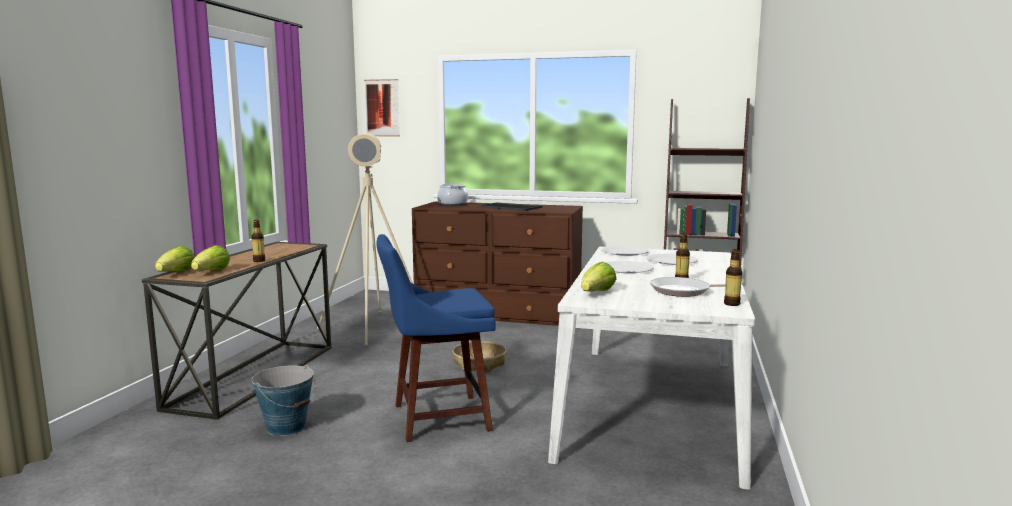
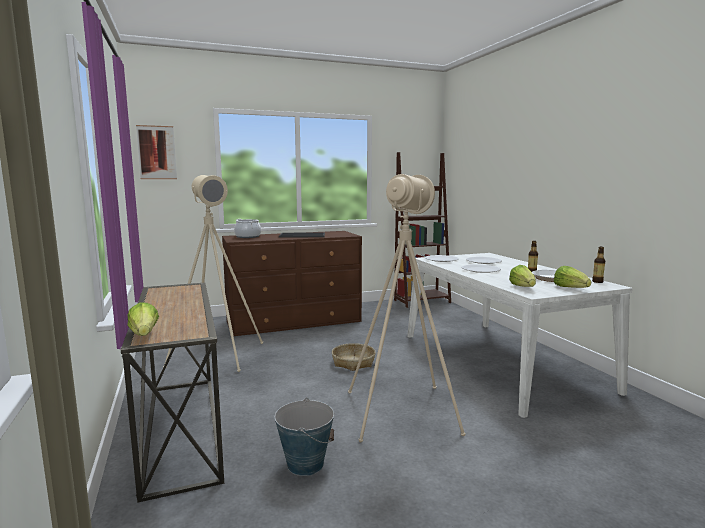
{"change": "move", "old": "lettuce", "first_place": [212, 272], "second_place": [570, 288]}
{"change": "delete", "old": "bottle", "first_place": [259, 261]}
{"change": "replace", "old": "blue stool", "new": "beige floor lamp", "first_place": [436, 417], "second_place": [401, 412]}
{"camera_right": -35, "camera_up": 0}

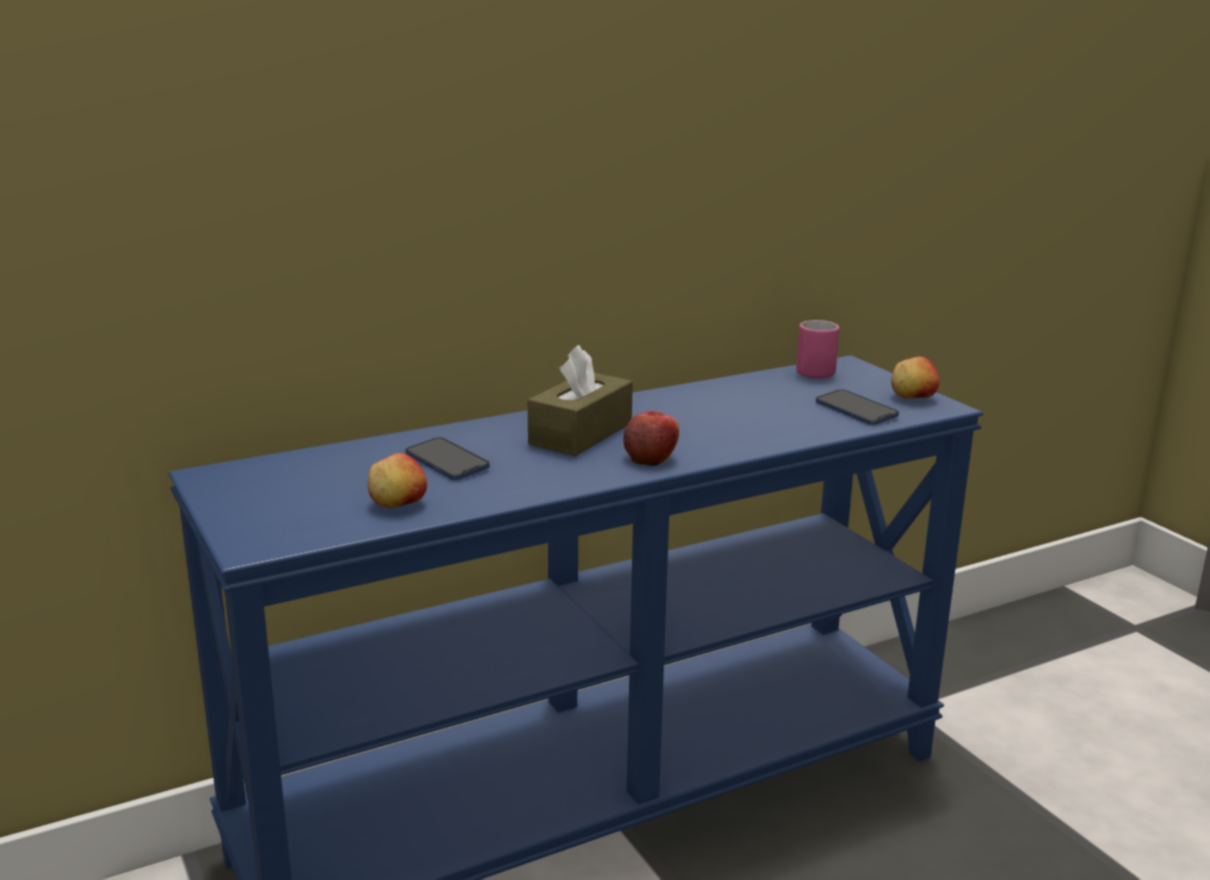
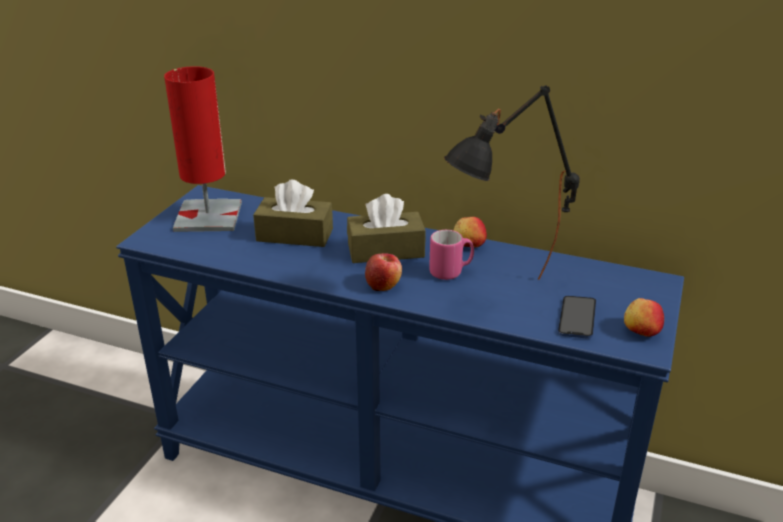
{"change": "move", "old": "apple", "first_place": [398, 504], "second_place": [468, 245]}
{"change": "replace", "old": "phone", "new": "brown tissue box", "first_place": [447, 461], "second_place": [295, 235]}
{"change": "move", "old": "pink mug", "first_place": [818, 371], "second_place": [451, 272]}
{"change": "insert", "new": "red table lamp", "second_place": [208, 217]}
{"change": "insert", "new": "black table lamp", "second_place": [504, 297]}
{"camera_right": 50, "camera_up": 10}

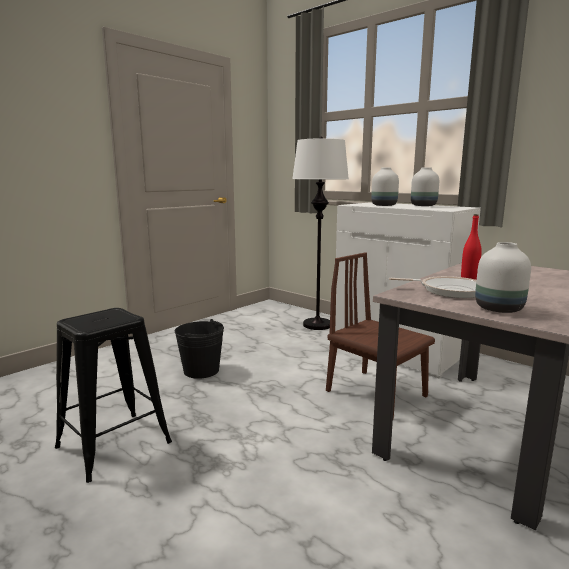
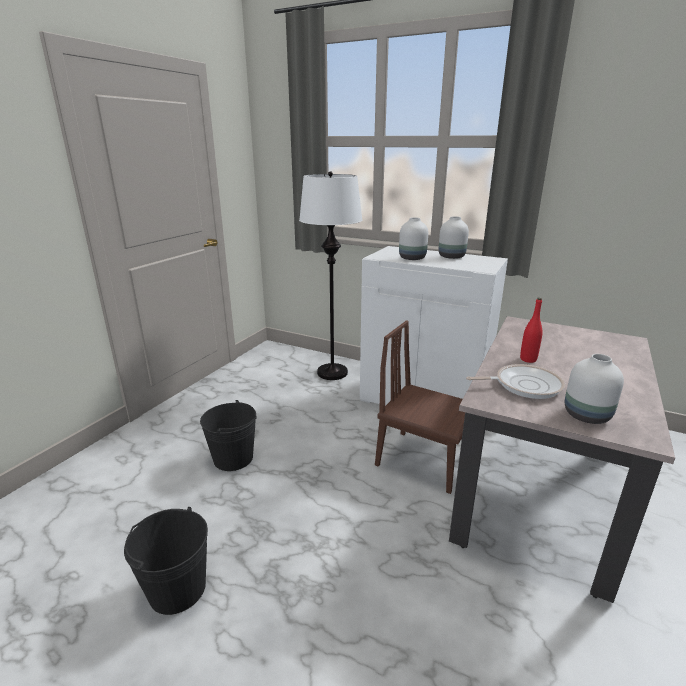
{"change": "replace", "old": "black stool", "new": "black bucket", "first_place": [114, 444], "second_place": [177, 589]}
{"camera_right": -15, "camera_up": 10}

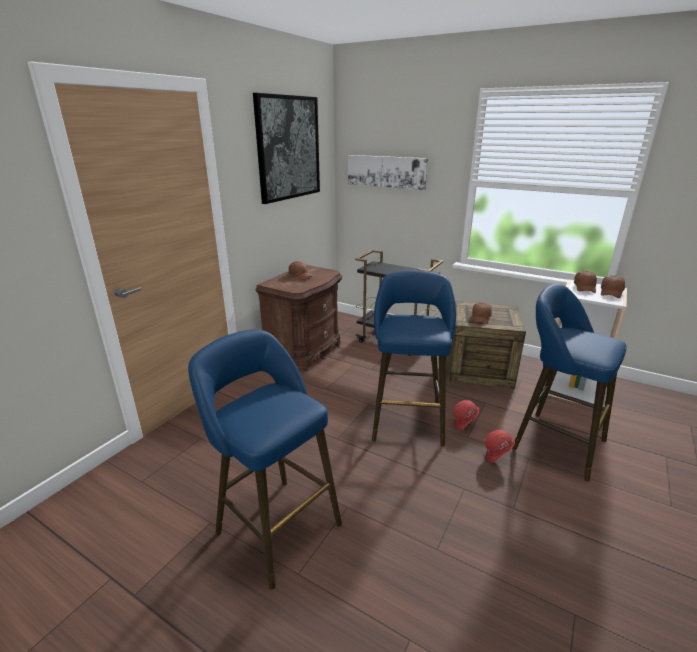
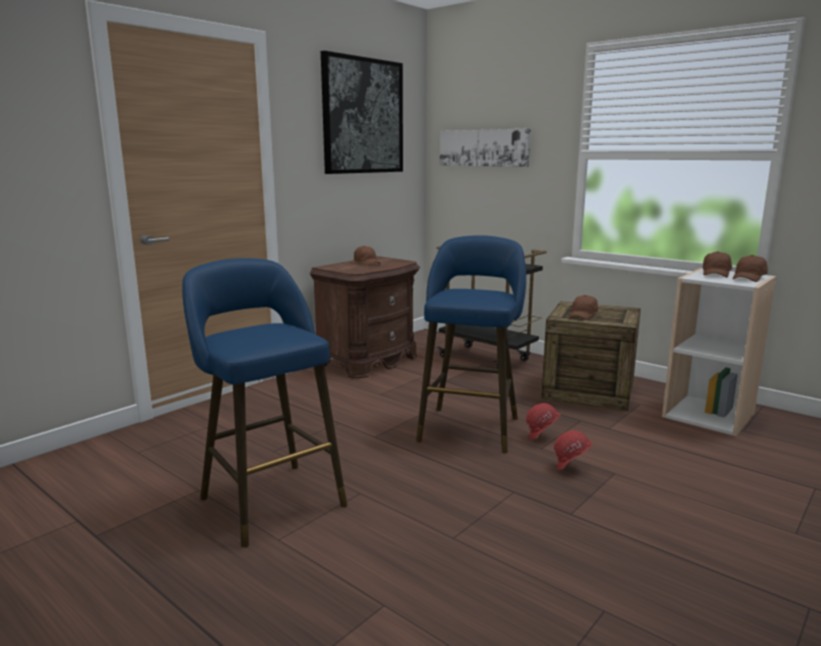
{"change": "delete", "old": "blue stool", "first_place": [553, 442]}
{"camera_right": 10, "camera_up": -10}

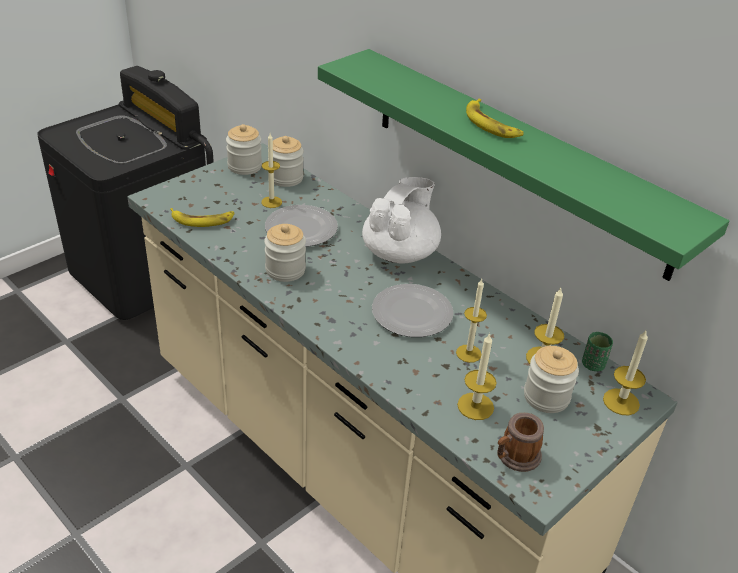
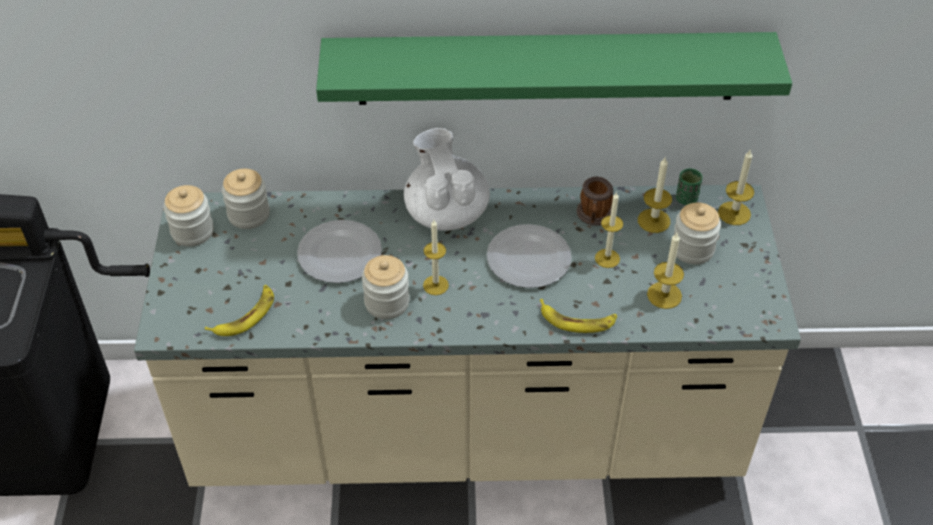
{"change": "move", "old": "candle", "first_place": [271, 202], "second_place": [435, 285]}
{"change": "move", "old": "banana", "first_place": [491, 124], "second_place": [577, 320]}
{"change": "move", "old": "mug", "first_place": [515, 457], "second_place": [594, 216]}
{"camera_right": -45, "camera_up": 10}

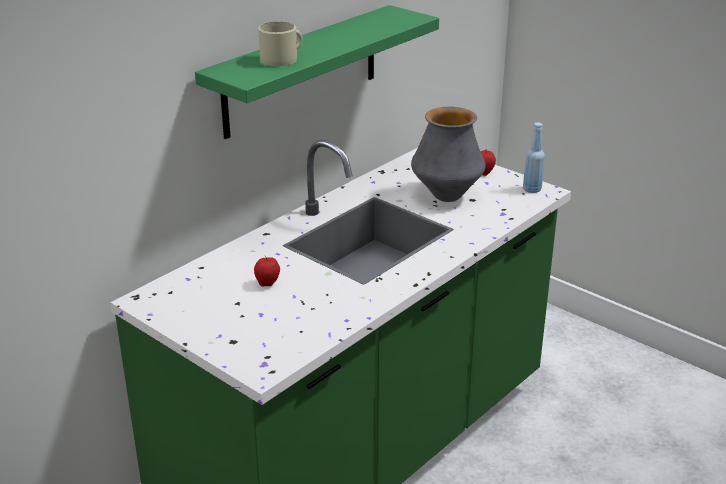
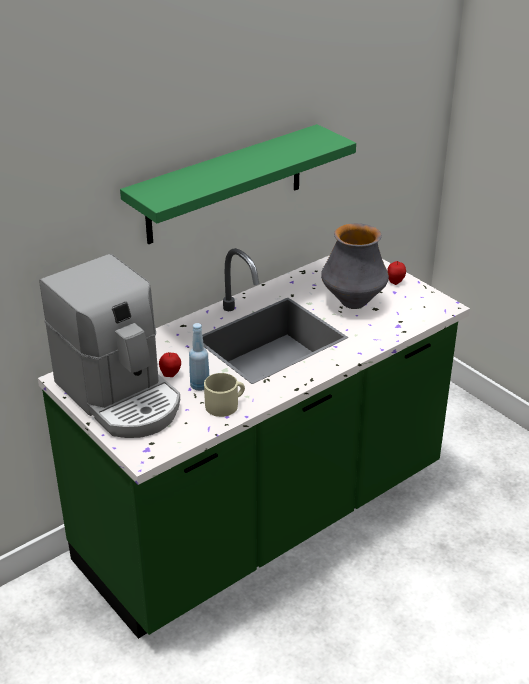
{"change": "move", "old": "beige mug", "first_place": [283, 58], "second_place": [225, 405]}
{"change": "move", "old": "blue bottle", "first_place": [531, 189], "second_place": [200, 385]}
{"change": "insert", "new": "coffee machine", "second_place": [120, 397]}
{"camera_right": 10, "camera_up": 5}

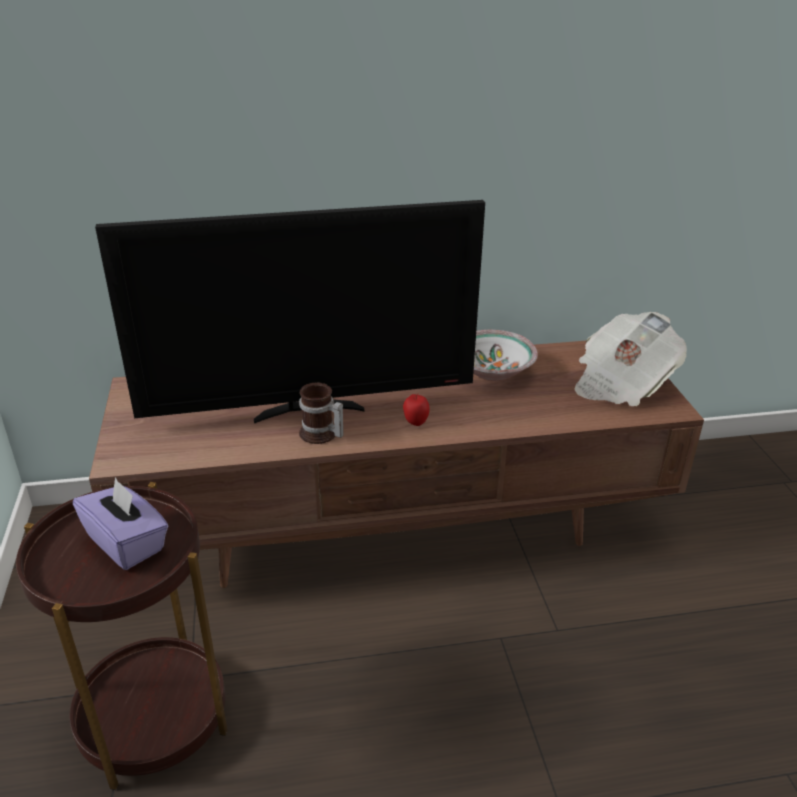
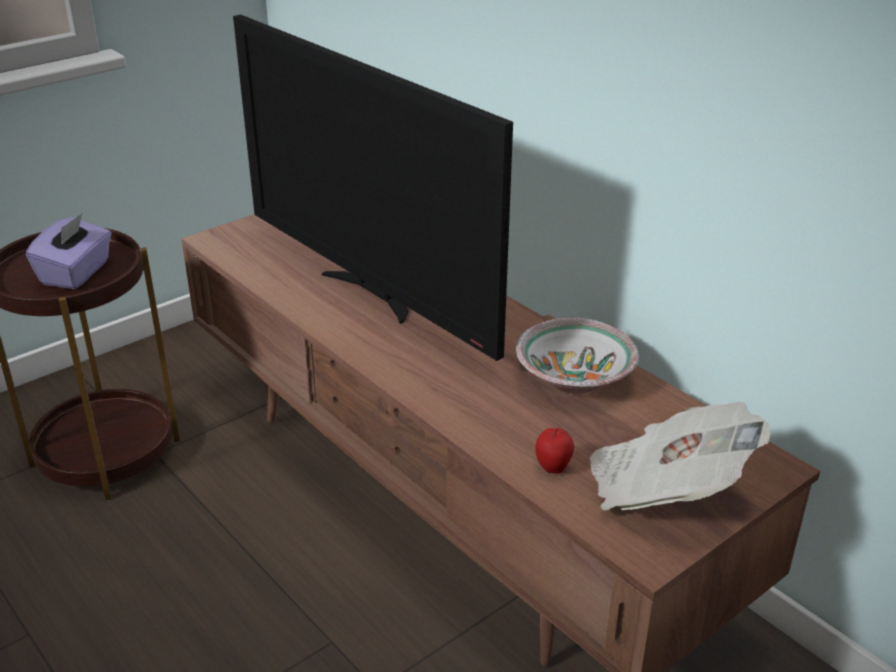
{"change": "delete", "old": "mug", "first_place": [320, 435]}
{"change": "move", "old": "apple", "first_place": [415, 422], "second_place": [553, 467]}
{"camera_right": 60, "camera_up": 0}

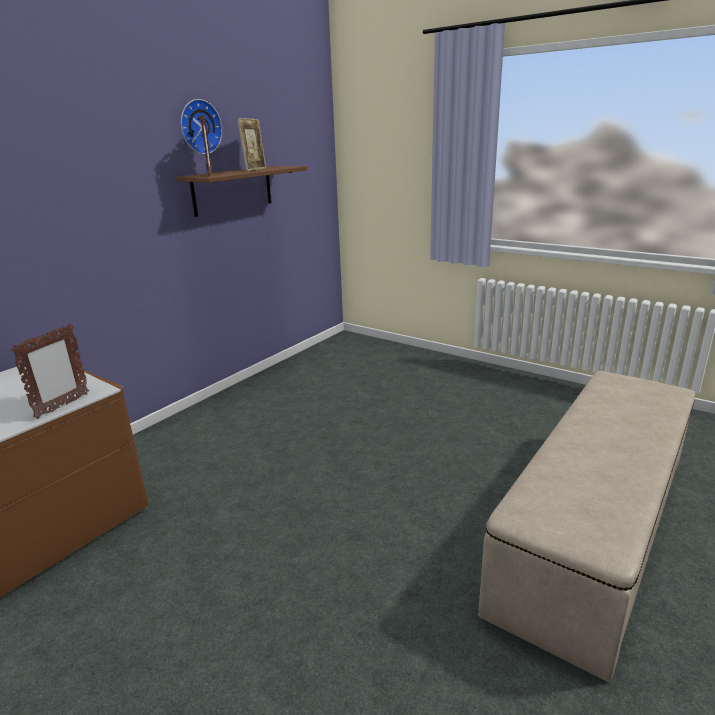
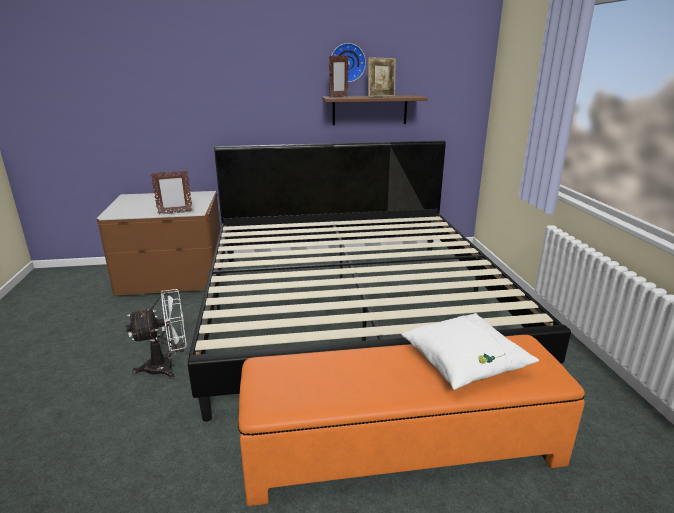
{"change": "recolor", "old": "beige bench", "new": "orange bench", "first_place": [594, 525], "second_place": [402, 445]}
{"change": "insert", "new": "white fan", "second_place": [167, 366]}
{"change": "insert", "new": "bed", "second_place": [352, 307]}
{"change": "insert", "new": "white pillow", "second_place": [464, 362]}
{"camera_right": 45, "camera_up": 0}

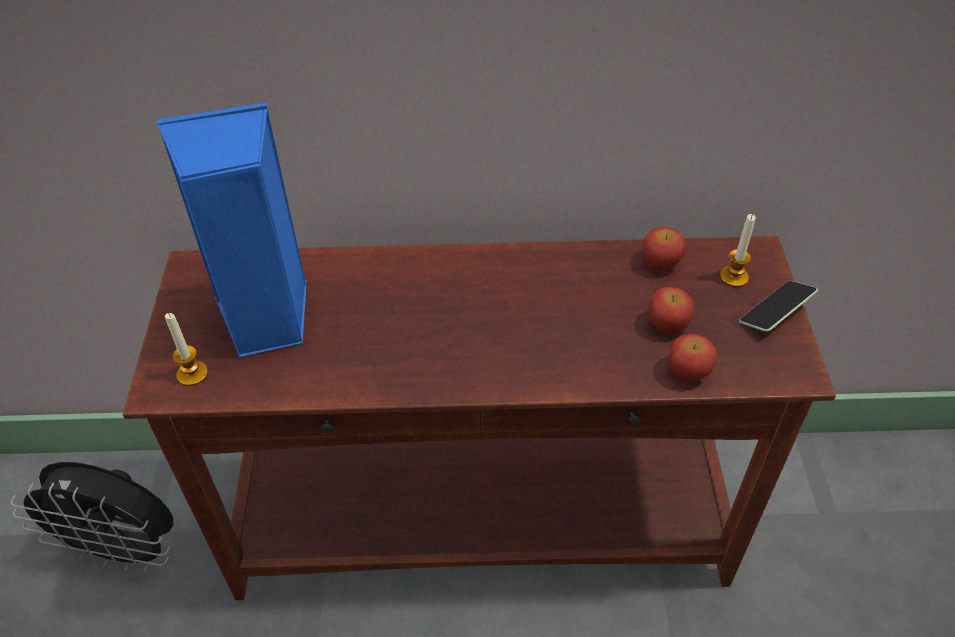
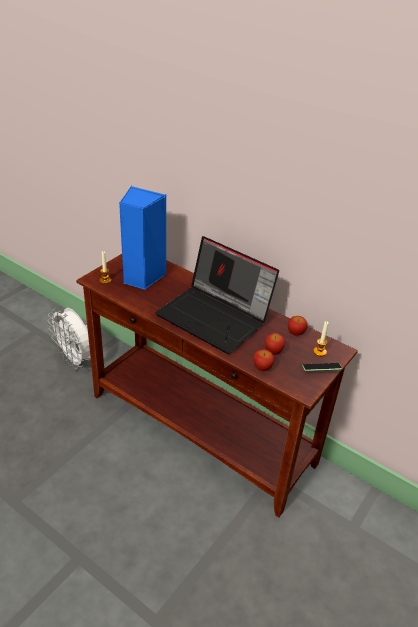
{"change": "recolor", "old": "black fan", "new": "white fan", "first_place": [125, 550], "second_place": [75, 360]}
{"change": "insert", "new": "laptop", "second_place": [216, 317]}
{"camera_right": 35, "camera_up": -10}

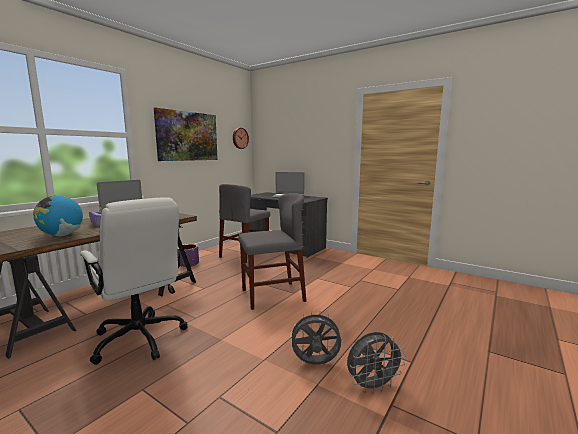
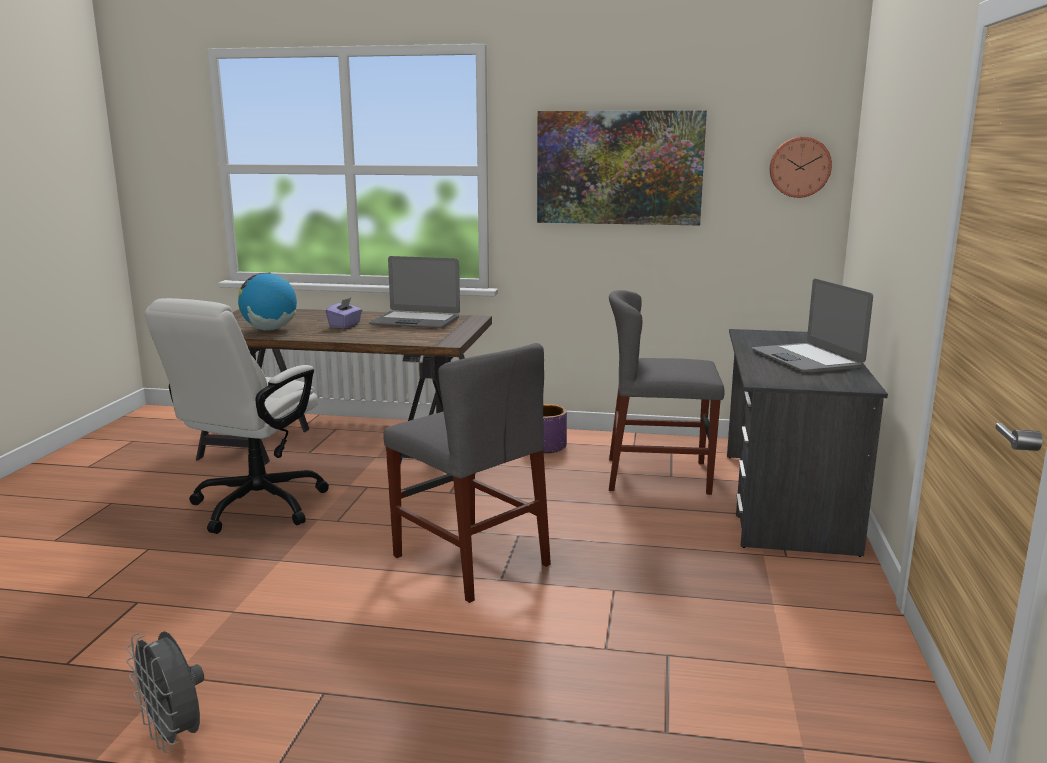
{"change": "delete", "old": "grey fan", "first_place": [315, 364]}
{"camera_right": 65, "camera_up": 5}

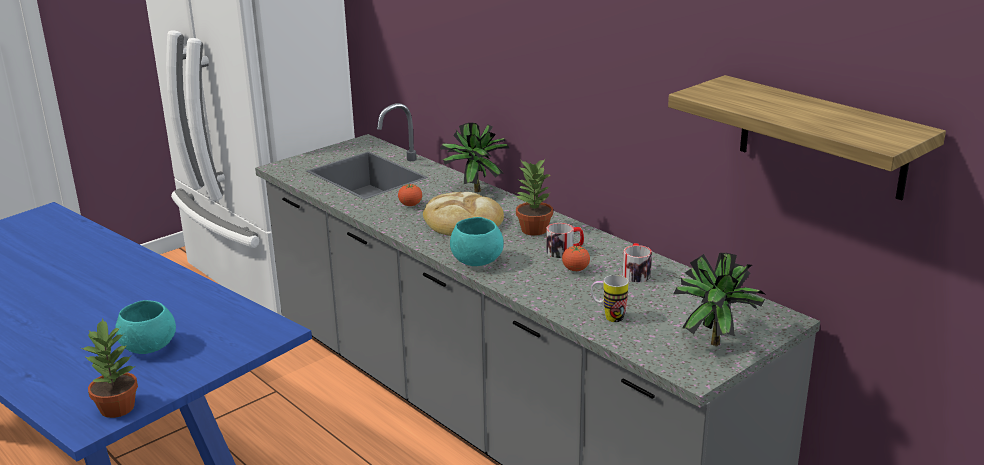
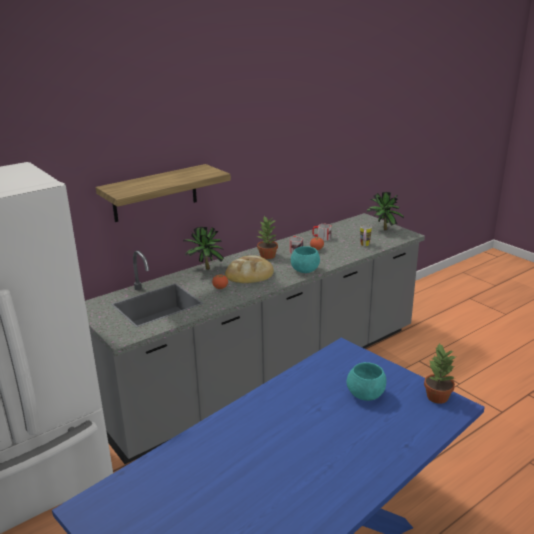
{"change": "move", "old": "shelf", "first_place": [821, 137], "second_place": [155, 193]}
{"camera_right": -85, "camera_up": 0}

